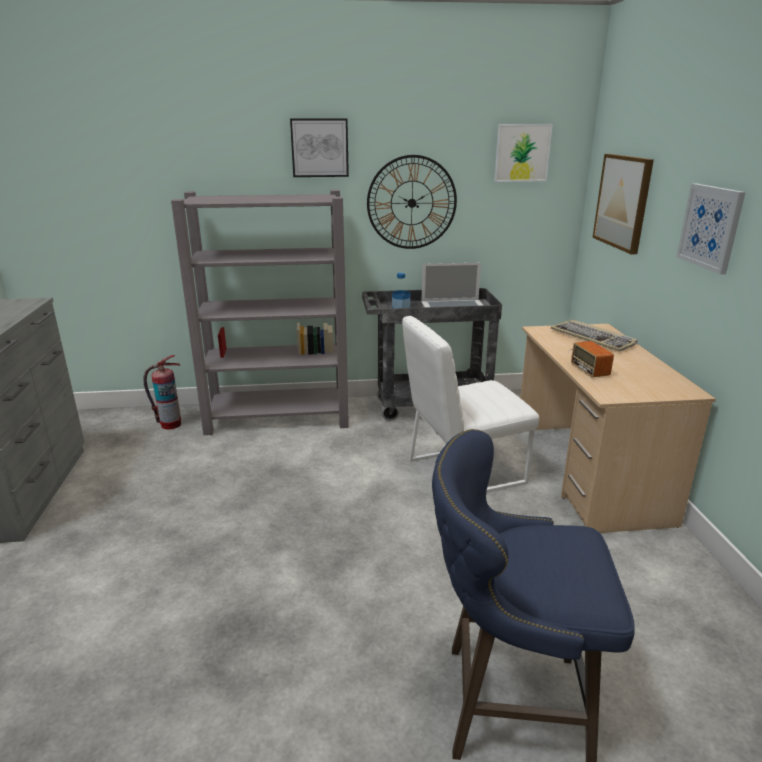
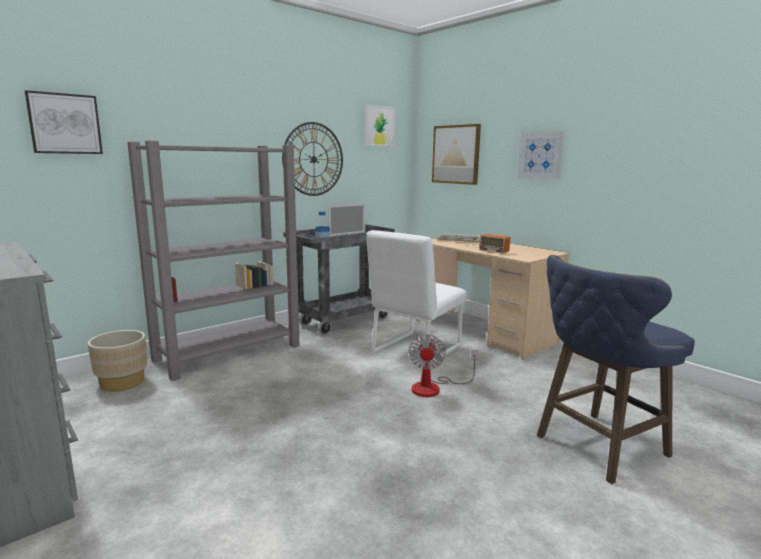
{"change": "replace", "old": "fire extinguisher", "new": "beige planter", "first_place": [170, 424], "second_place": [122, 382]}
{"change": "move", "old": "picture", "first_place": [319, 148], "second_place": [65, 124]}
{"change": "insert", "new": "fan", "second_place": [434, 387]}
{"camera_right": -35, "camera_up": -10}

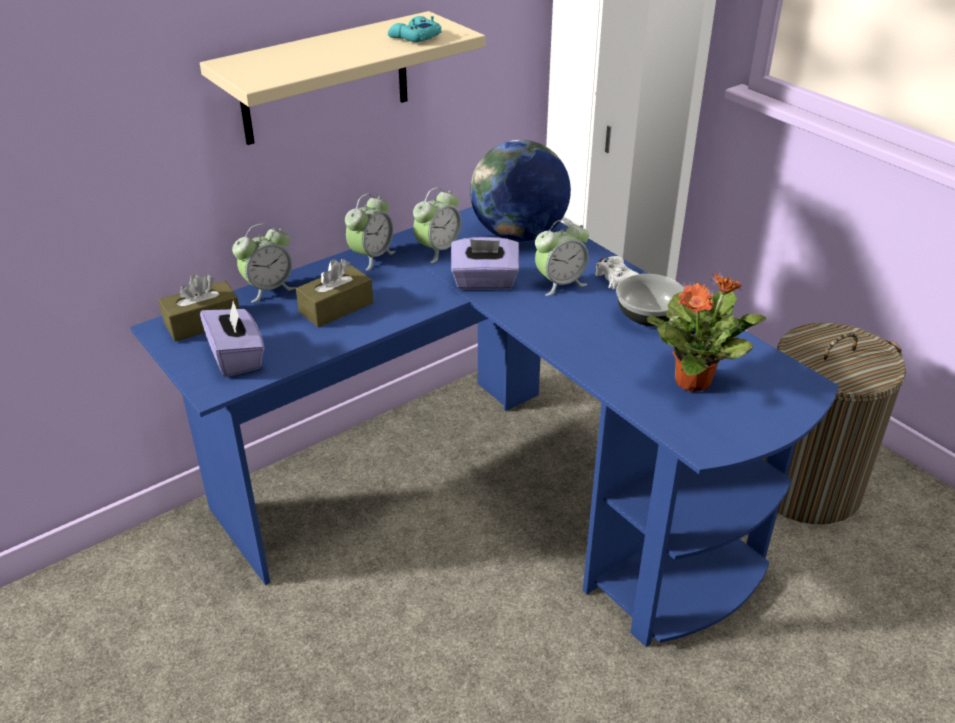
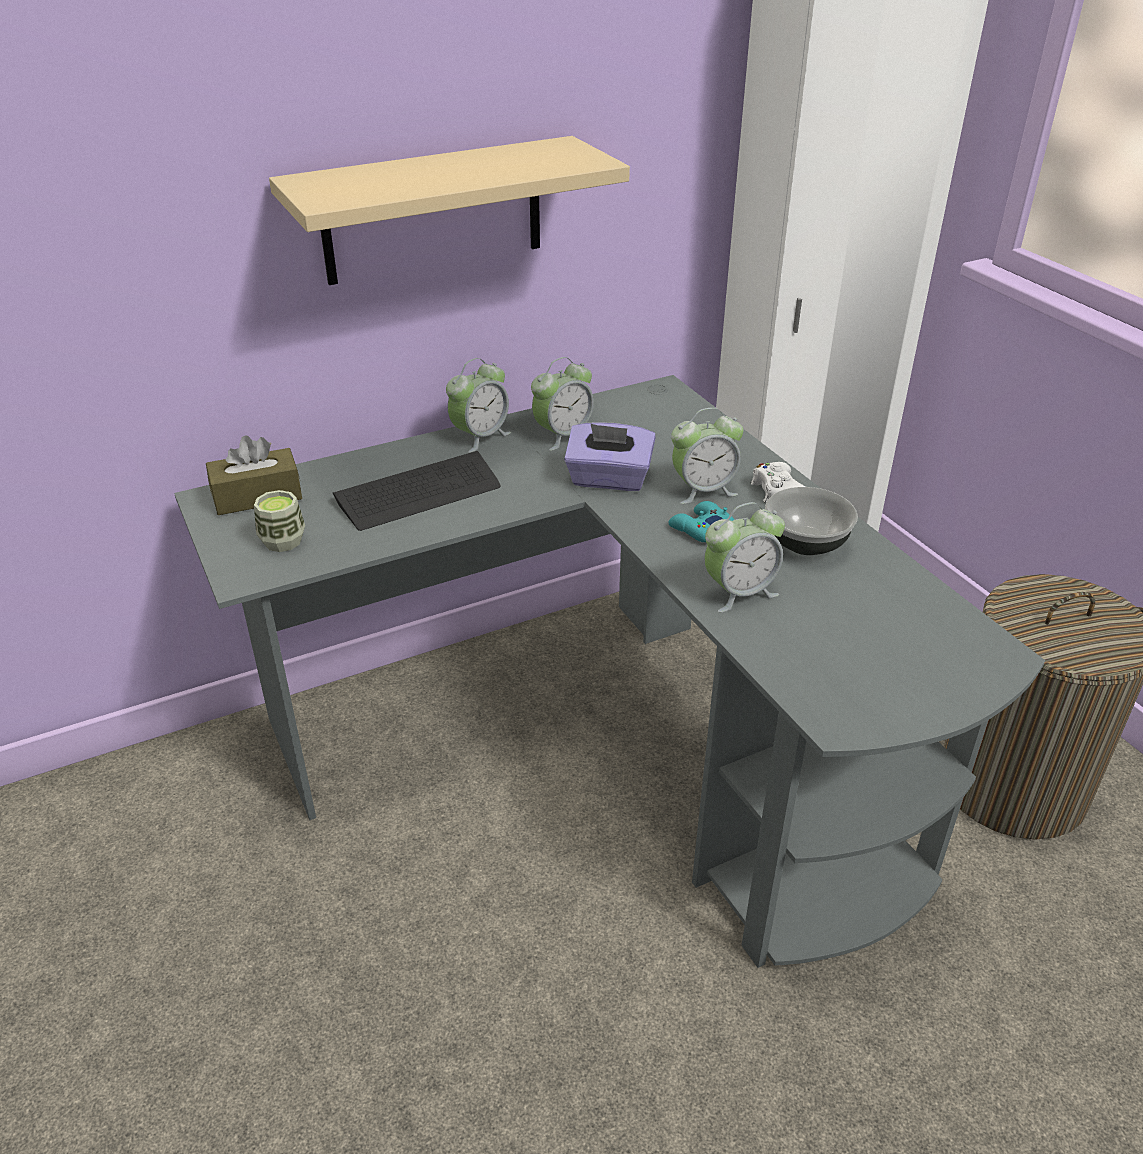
{"change": "recolor", "old": "blue desk", "new": "grey desk", "first_place": [489, 494], "second_place": [602, 743]}
{"change": "replace", "old": "purple tissue box", "new": "cup", "first_place": [237, 357], "second_place": [283, 541]}
{"change": "move", "old": "alarm clock", "first_place": [268, 289], "second_place": [739, 592]}
{"change": "replace", "old": "brown tissue box", "new": "keyboard", "first_place": [336, 308], "second_place": [419, 494]}
{"change": "move", "old": "turquoise game controller", "first_place": [414, 37], "second_place": [700, 528]}
{"change": "delete", "old": "globe", "first_place": [519, 235]}
{"change": "delete", "old": "potted plant", "first_place": [694, 381]}
{"camera_right": 10, "camera_up": 0}

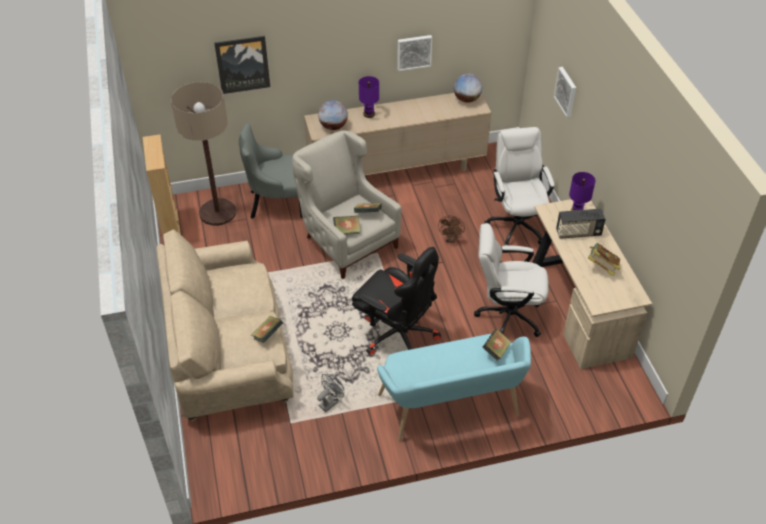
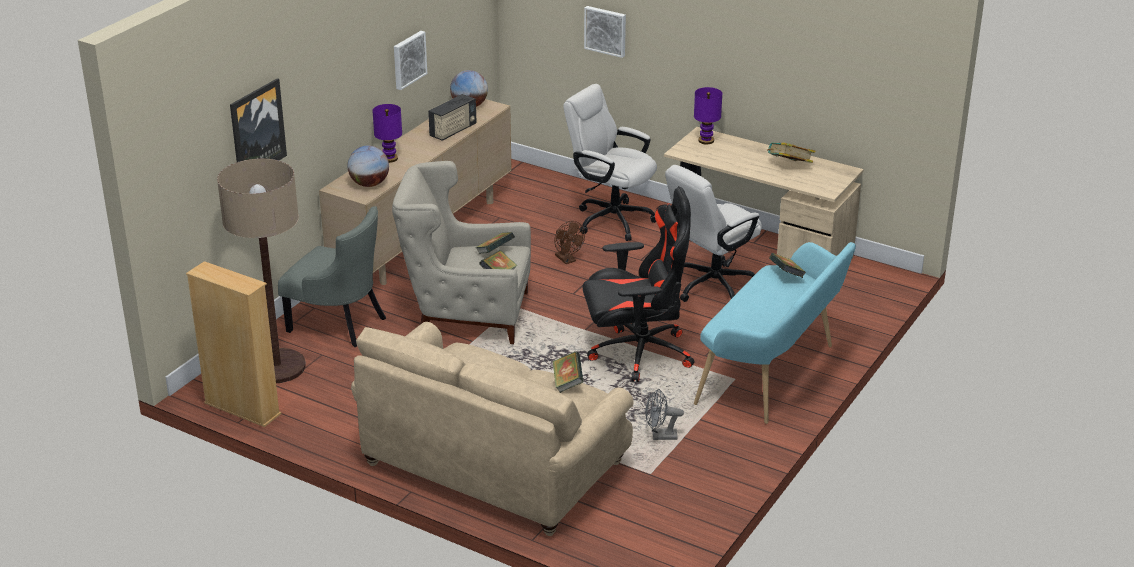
{"change": "rotate", "old": "grey chair", "first_place": [278, 203], "second_place": [336, 324], "degrees": -105}
{"change": "rotate", "old": "grey fan", "first_place": [330, 402], "second_place": [660, 436], "degrees": -90}
{"change": "move", "old": "radio", "first_place": [578, 233], "second_place": [453, 131]}
{"camera_right": -45, "camera_up": -15}

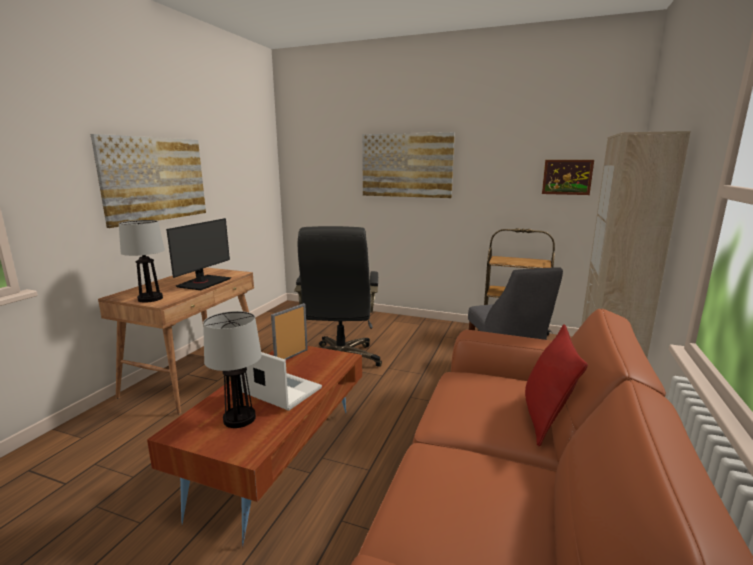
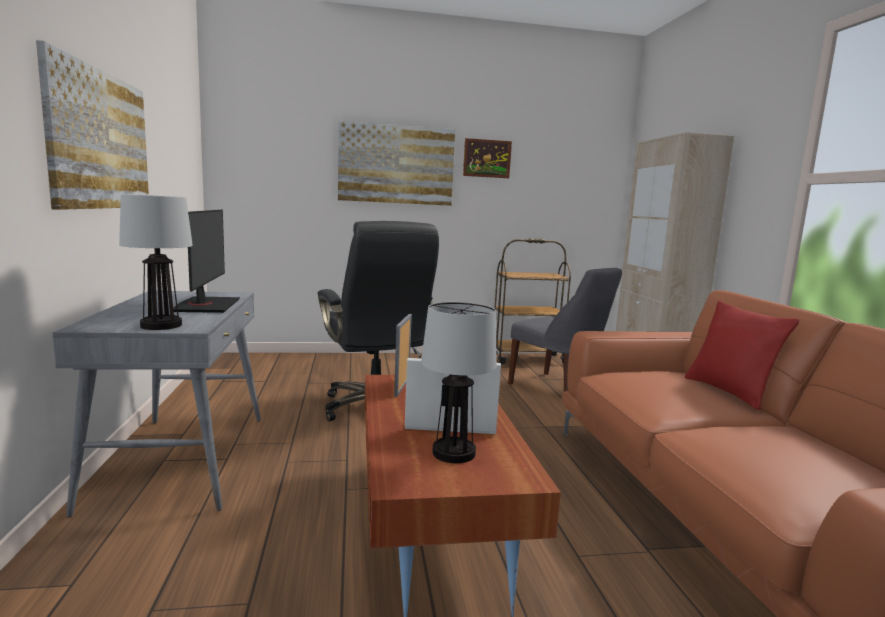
{"change": "recolor", "old": "brown desk", "new": "grey desk", "first_place": [195, 375], "second_place": [181, 459]}
{"change": "move", "old": "picture", "first_place": [567, 177], "second_place": [487, 158]}
{"camera_right": -30, "camera_up": -5}

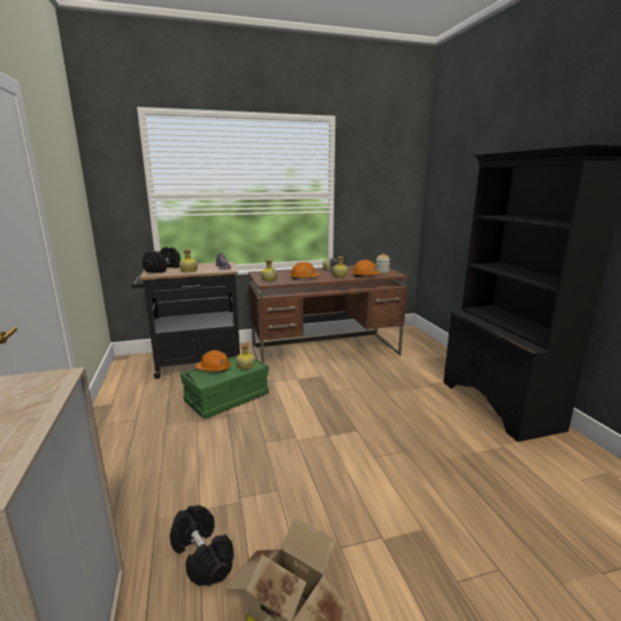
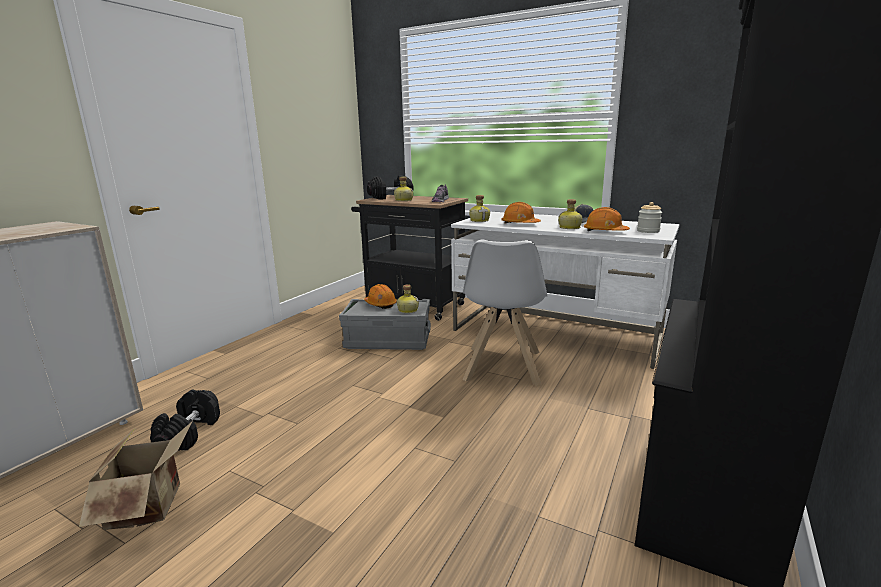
{"change": "recolor", "old": "green storage box", "new": "grey storage box", "first_place": [227, 398], "second_place": [388, 340]}
{"change": "recolor", "old": "brown desk", "new": "white desk", "first_place": [326, 351], "second_place": [556, 333]}
{"change": "insert", "new": "chair", "second_place": [502, 367]}
{"camera_right": 45, "camera_up": 0}

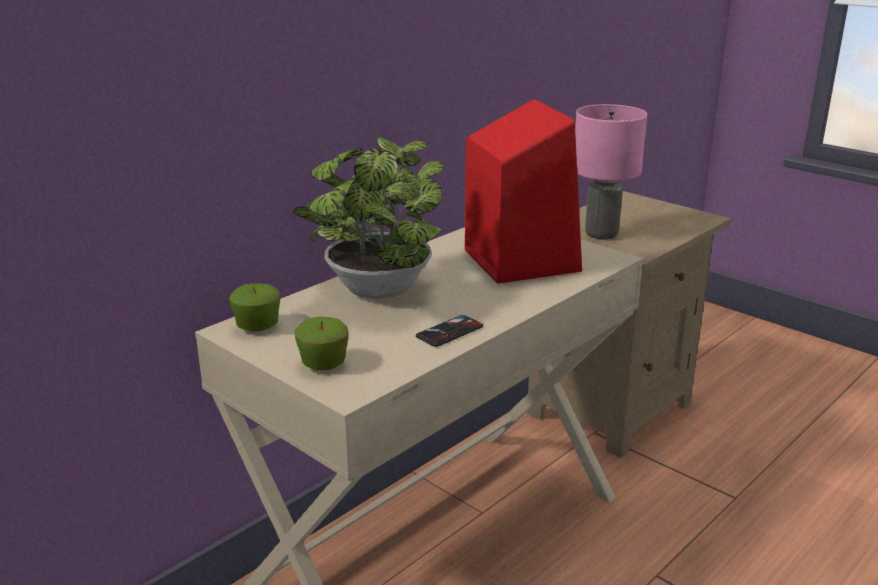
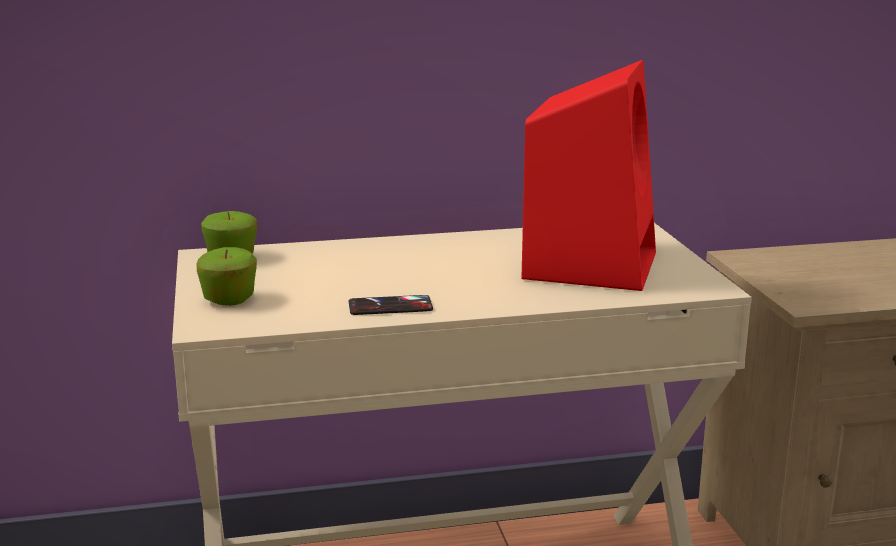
{"change": "delete", "old": "potted plant", "first_place": [376, 293]}
{"change": "delete", "old": "pink table lamp", "first_place": [602, 235]}
{"camera_right": 35, "camera_up": -5}

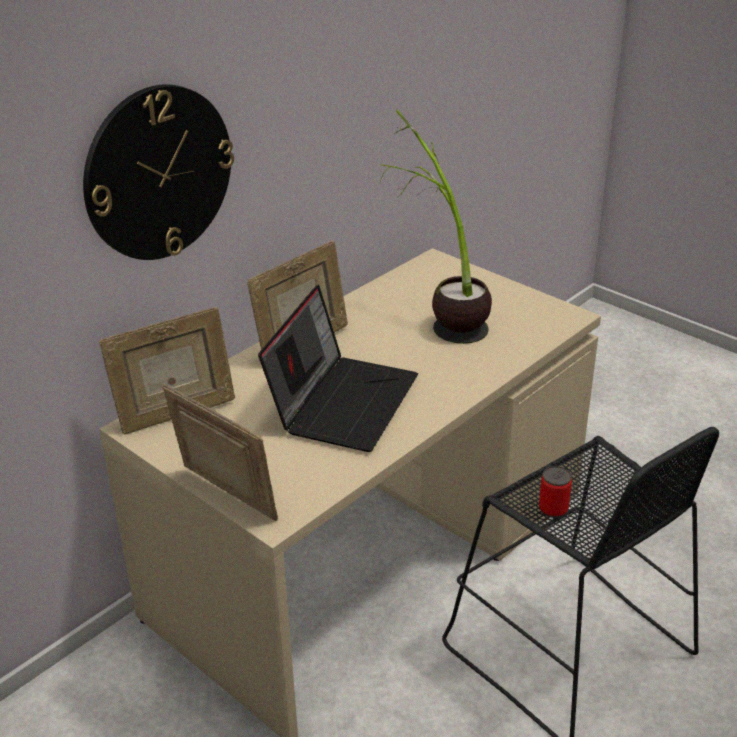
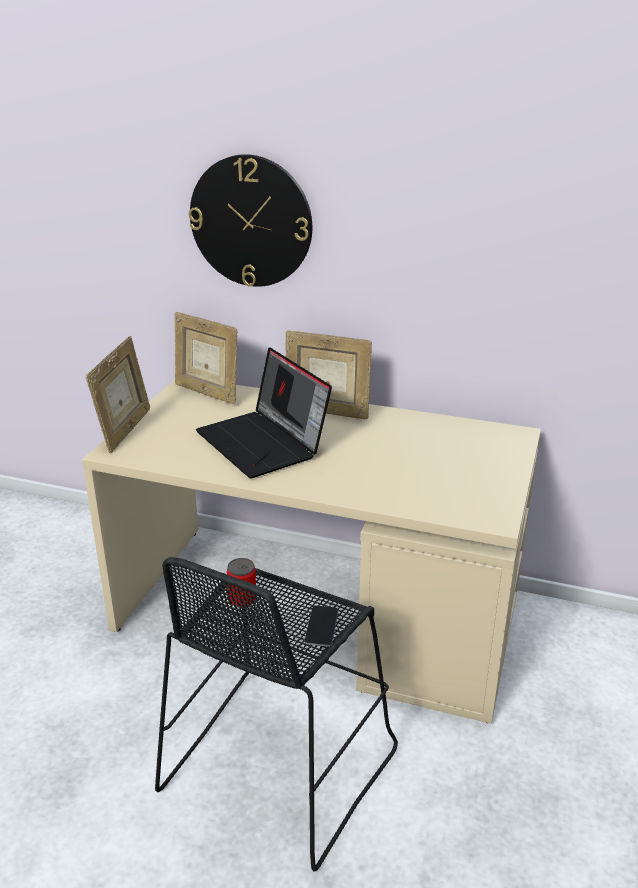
{"change": "rotate", "old": "laptop", "first_place": [343, 401], "second_place": [264, 443], "degrees": 60}
{"change": "delete", "old": "potted plant", "first_place": [440, 313]}
{"change": "insert", "new": "phone", "second_place": [321, 626]}
{"camera_right": 65, "camera_up": -5}

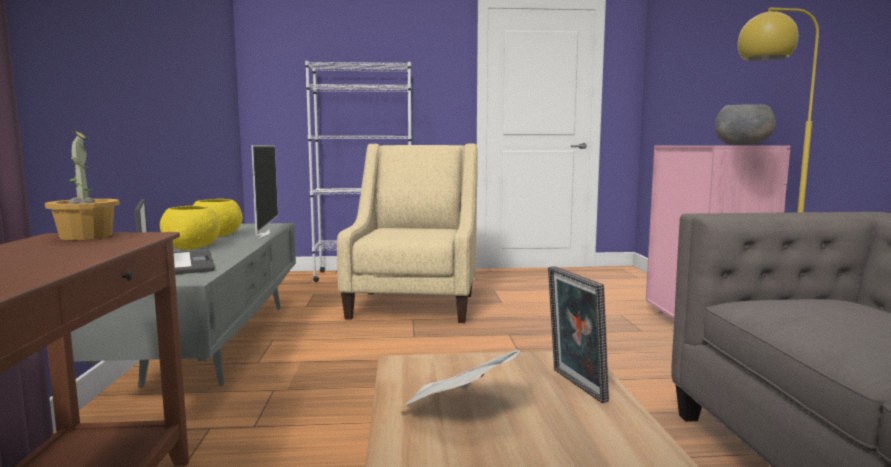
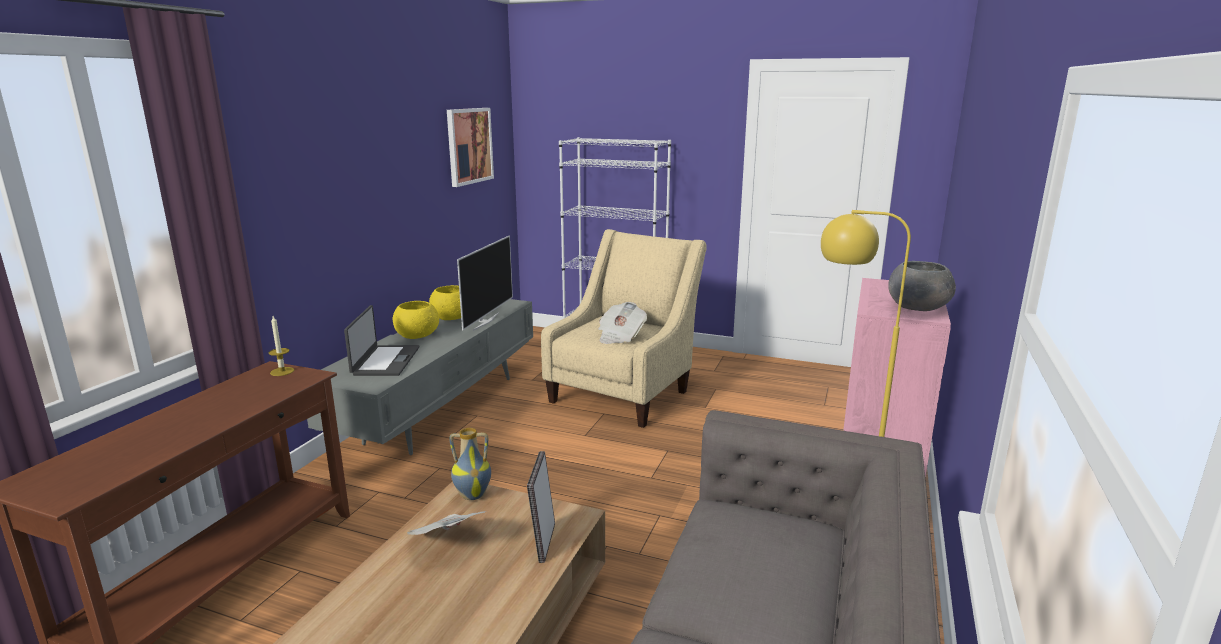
{"change": "replace", "old": "potted plant", "new": "candle", "first_place": [85, 236], "second_place": [282, 371]}
{"change": "insert", "new": "picture", "second_place": [469, 146]}
{"change": "insert", "new": "vase", "second_place": [473, 494]}
{"change": "insert", "new": "newspaper", "second_place": [620, 336]}
{"camera_right": 25, "camera_up": 10}

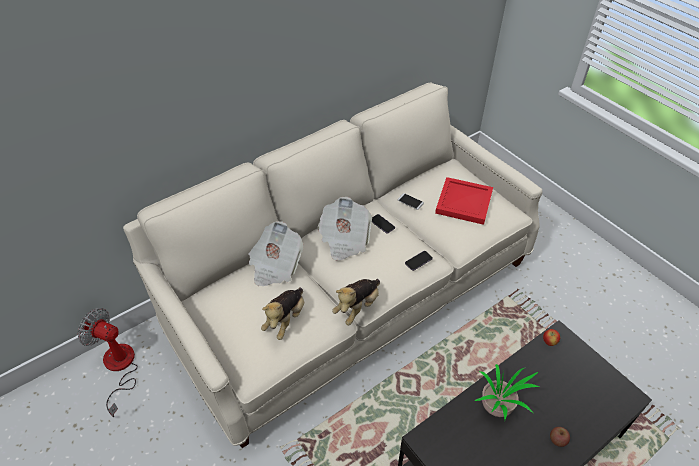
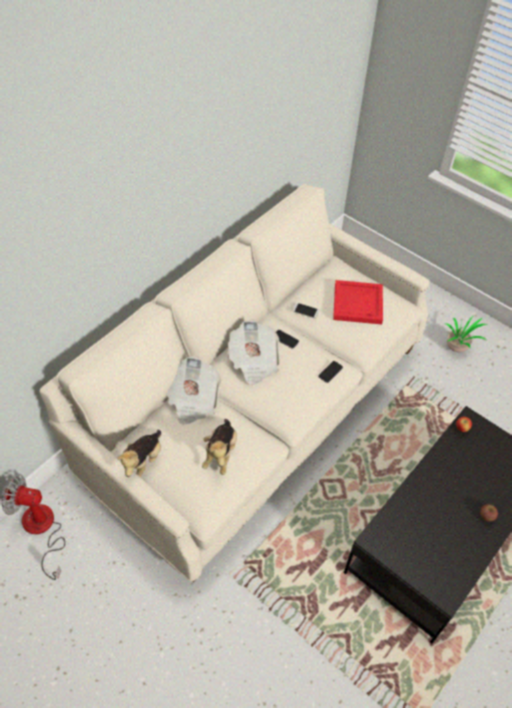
{"change": "move", "old": "plush toy", "first_place": [357, 307], "second_place": [142, 463]}
{"change": "move", "old": "potted plant", "first_place": [498, 408], "second_place": [457, 349]}
{"camera_right": -15, "camera_up": 5}

